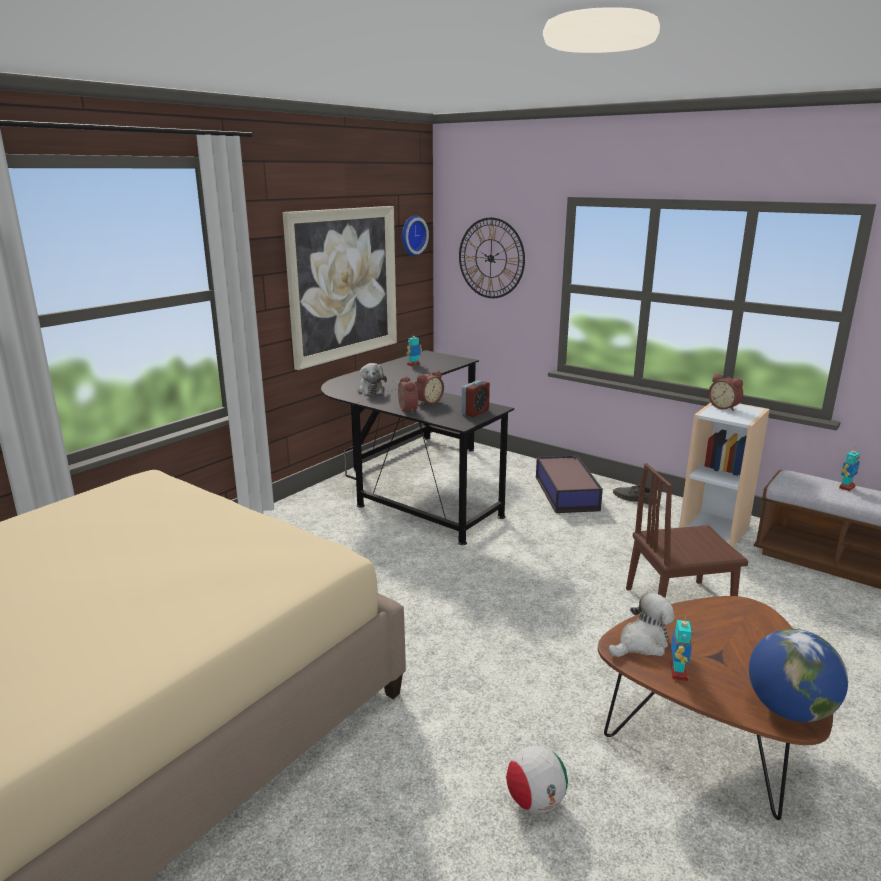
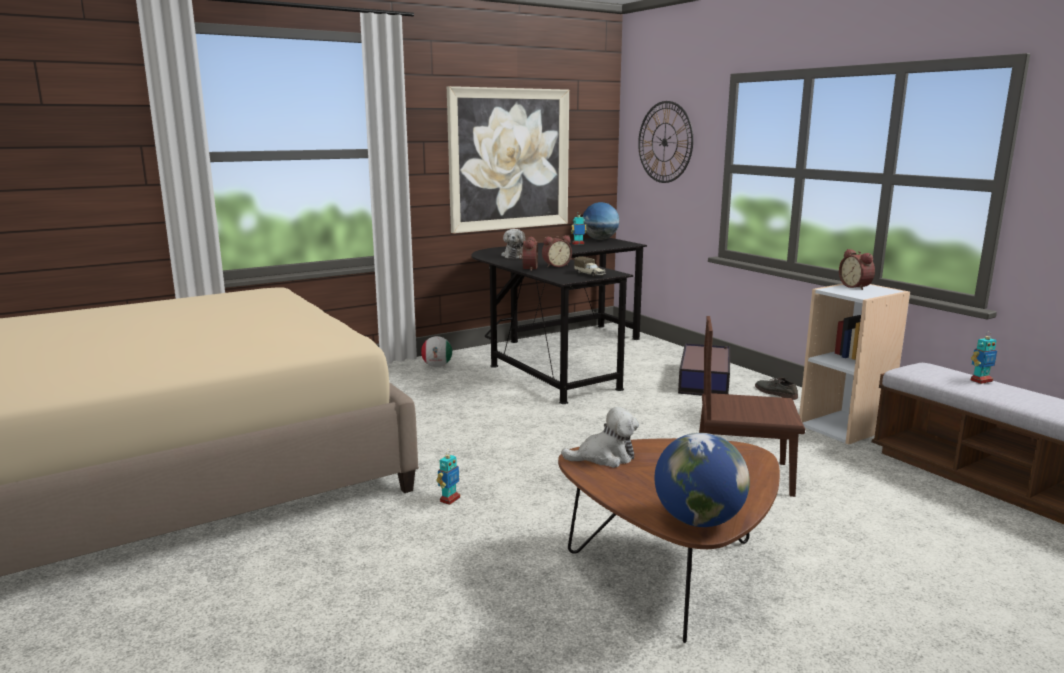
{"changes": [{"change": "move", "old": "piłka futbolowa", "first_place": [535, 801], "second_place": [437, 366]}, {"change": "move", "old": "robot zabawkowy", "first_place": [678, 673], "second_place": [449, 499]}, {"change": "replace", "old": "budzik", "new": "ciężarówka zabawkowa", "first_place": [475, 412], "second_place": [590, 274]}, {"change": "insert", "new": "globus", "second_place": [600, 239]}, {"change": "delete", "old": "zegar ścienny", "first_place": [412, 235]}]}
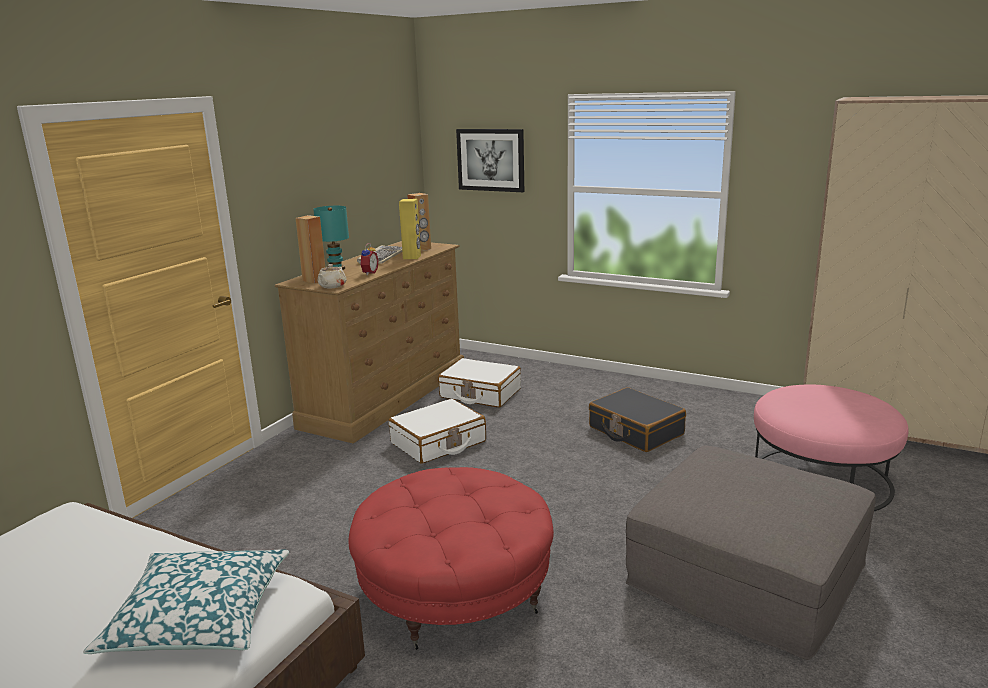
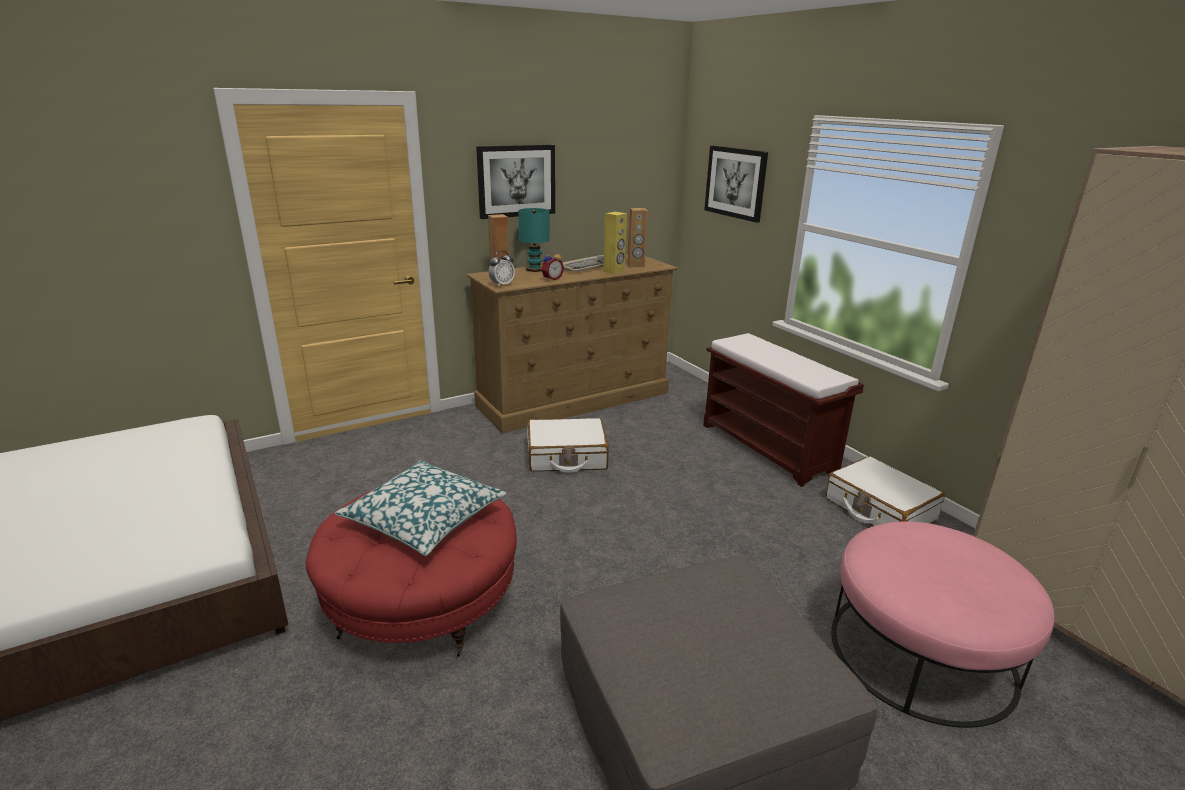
{"changes": [{"change": "move", "old": "poduszka", "first_place": [199, 617], "second_place": [424, 518]}, {"change": "insert", "new": "obraz", "second_place": [516, 181]}, {"change": "replace", "old": "imbryk [beżowy]", "new": "budzik", "first_place": [332, 286], "second_place": [502, 285]}, {"change": "insert", "new": "ławka [brązowy]", "second_place": [768, 448]}, {"change": "move", "old": "walizka [biały]", "first_place": [480, 393], "second_place": [879, 509]}, {"change": "delete", "old": "walizka [czarny]", "first_place": [635, 431]}]}
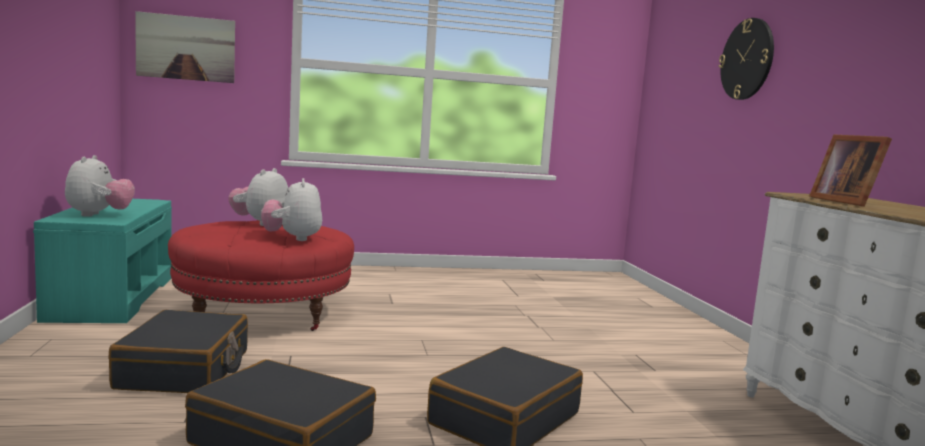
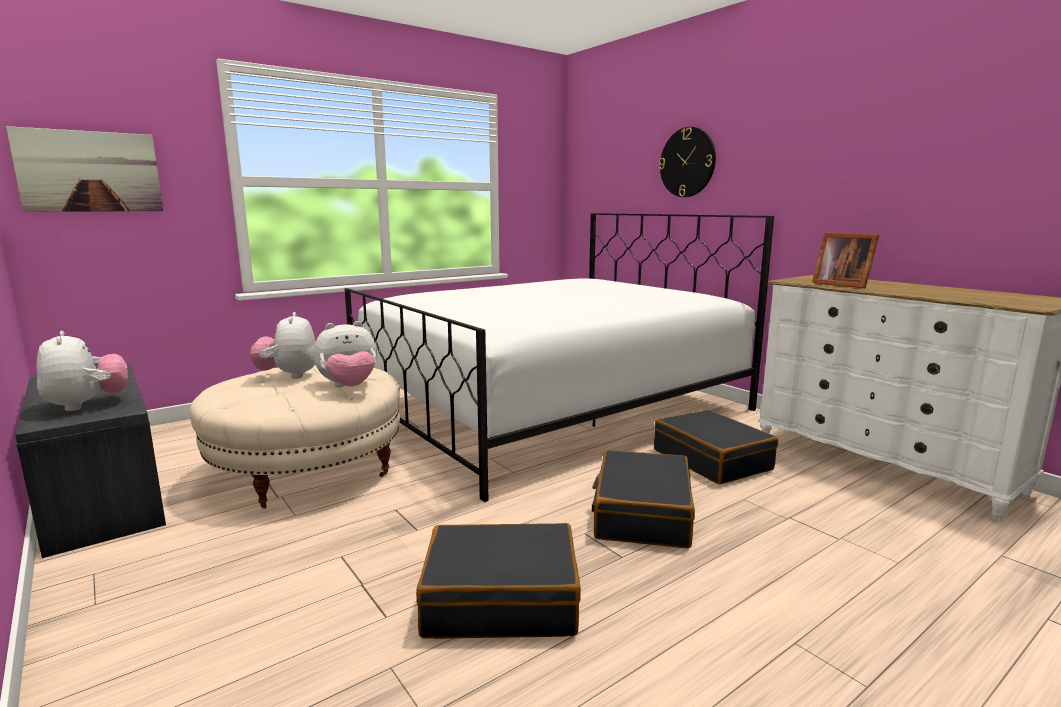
{"changes": [{"change": "recolor", "old": "ławka [turkusowy]", "new": "ławka [szary]", "first_place": [111, 297], "second_place": [100, 497]}, {"change": "recolor", "old": "pufa [czerwony]", "new": "pufa [beżowy]", "first_place": [263, 313], "second_place": [308, 470]}, {"change": "rotate", "old": "pluszak", "first_place": [292, 238], "second_place": [349, 387], "degrees": -75}, {"change": "insert", "new": "łóżko [biały]", "second_place": [554, 408]}, {"change": "move", "old": "walizka [czarny]", "first_place": [185, 370], "second_place": [712, 460]}]}
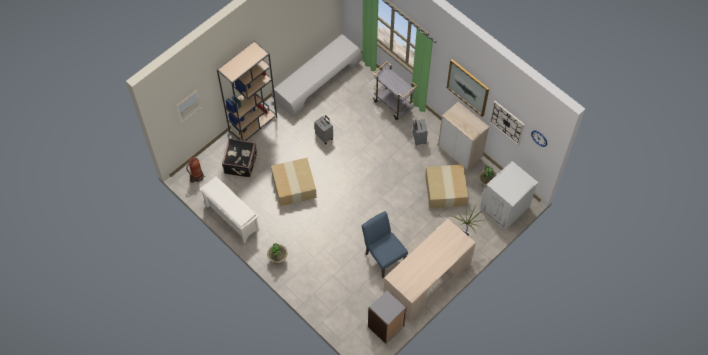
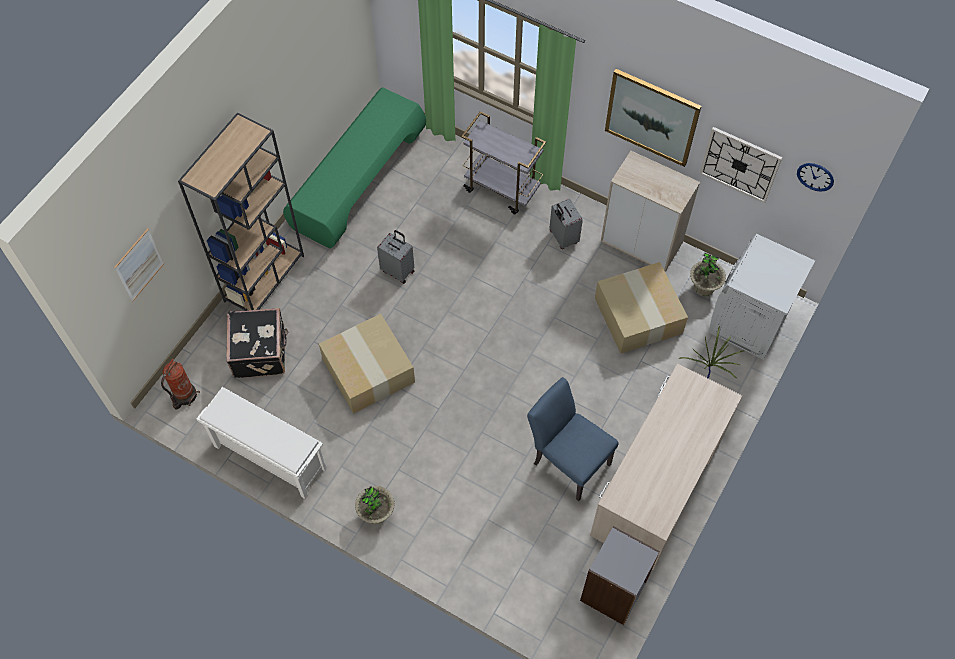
{"changes": [{"change": "recolor", "old": "ławka [szary]", "new": "ławka [zielony]", "first_place": [317, 81], "second_place": [358, 178]}]}
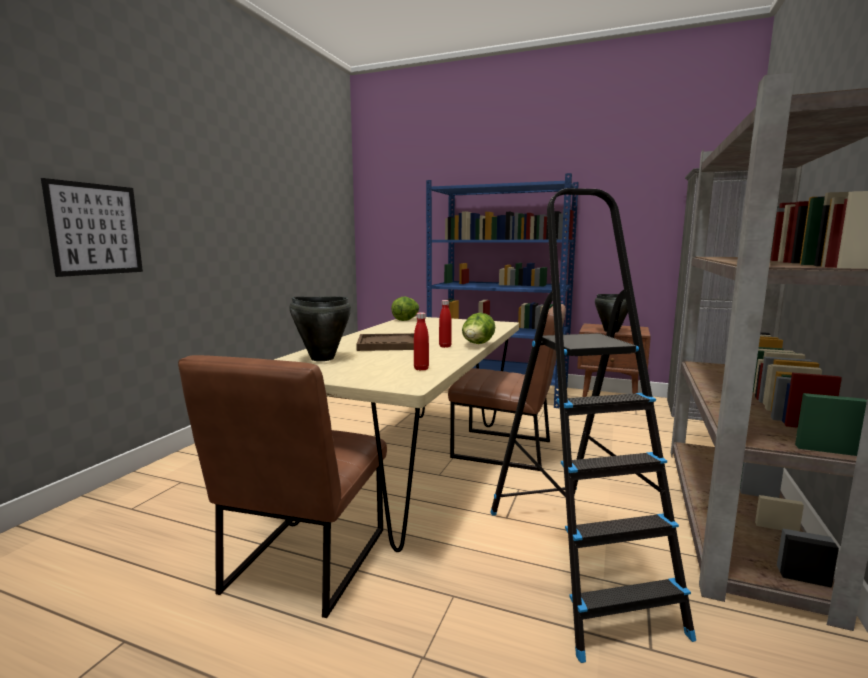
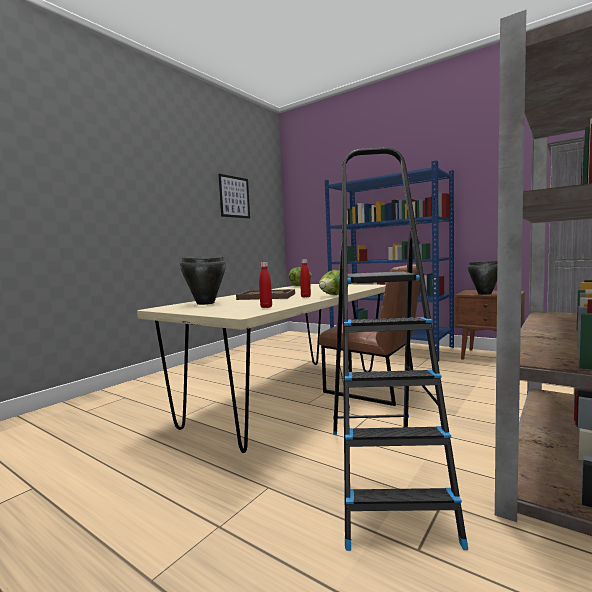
{"changes": [{"change": "move", "old": "obraz", "first_place": [95, 229], "second_place": [234, 197]}, {"change": "delete", "old": "krzesło [brązowy]", "first_place": [303, 562]}]}
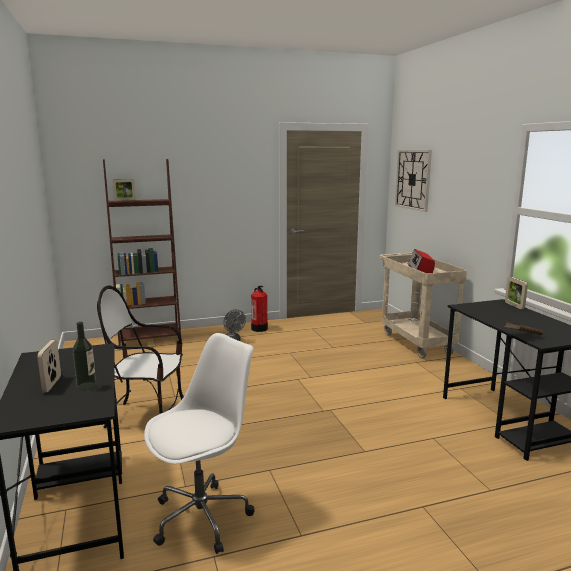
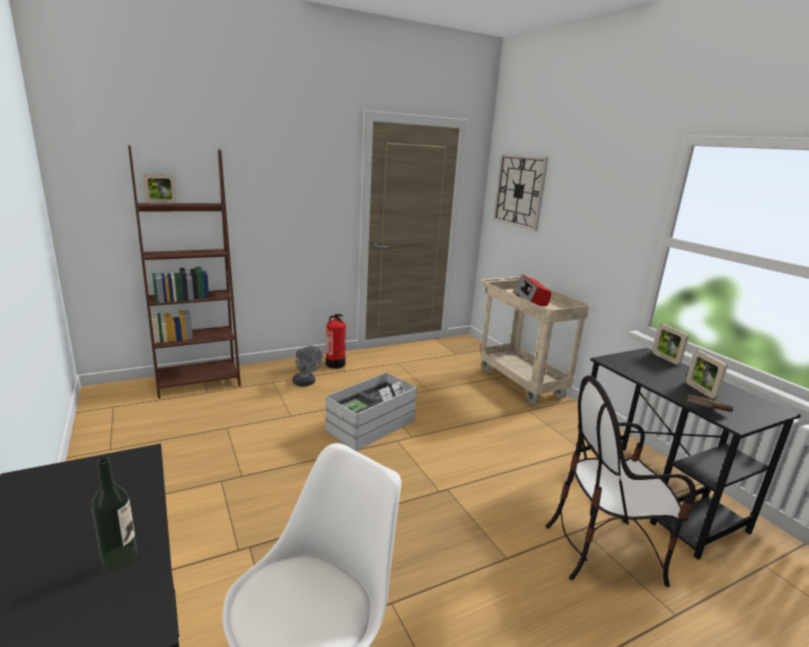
{"changes": [{"change": "insert", "new": "pojemnik do przechowywania [szary]", "second_place": [370, 424]}, {"change": "move", "old": "krzesło", "first_place": [147, 416], "second_place": [603, 550]}, {"change": "move", "old": "ramka na zdjęcie", "first_place": [52, 384], "second_place": [700, 390]}]}
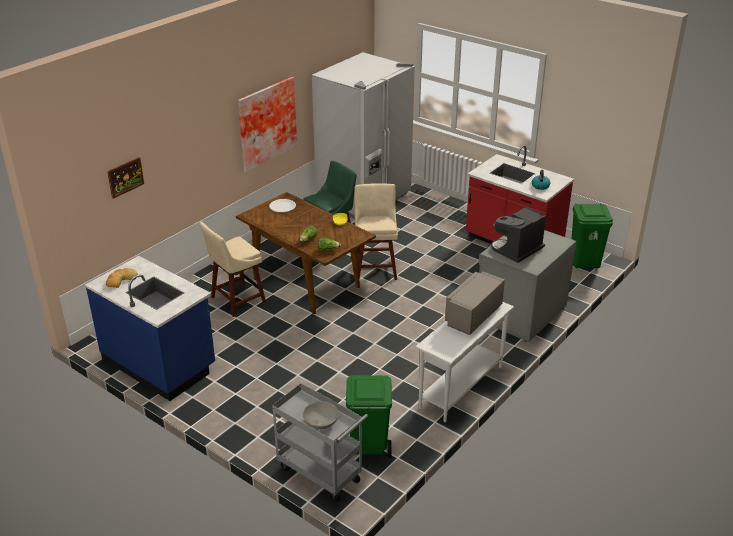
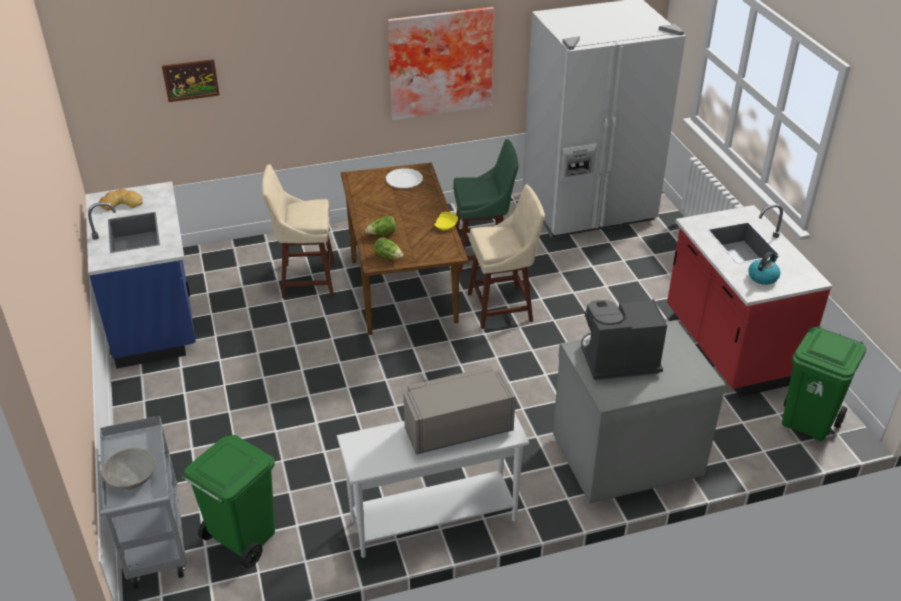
{"changes": [{"change": "rotate", "old": "krzesło [beżowy]", "first_place": [375, 268], "second_place": [503, 306], "degrees": 45}]}
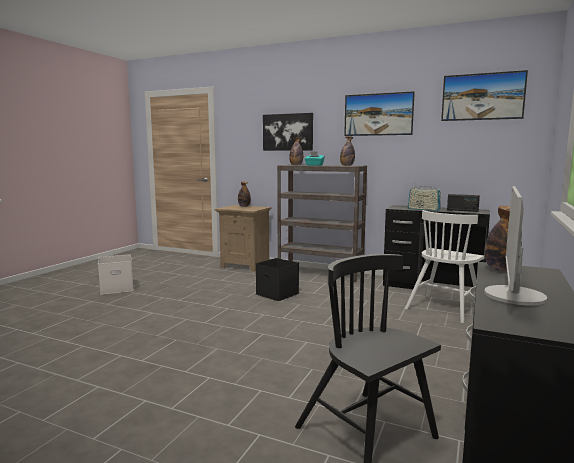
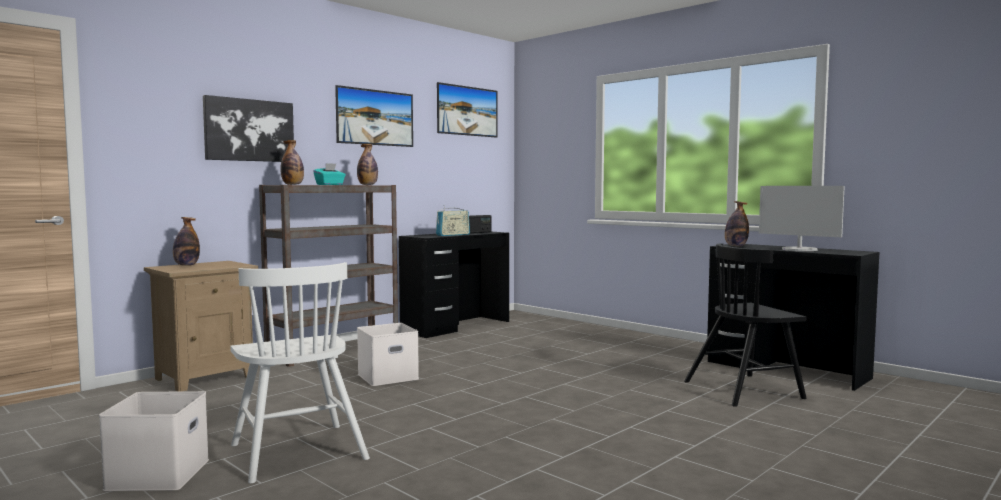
{"changes": [{"change": "move", "old": "krzesło [biały]", "first_place": [445, 306], "second_place": [296, 448]}, {"change": "recolor", "old": "pojemnik do przechowywania [czarny]", "new": "pojemnik do przechowywania [biały]", "first_place": [278, 293], "second_place": [388, 376]}]}
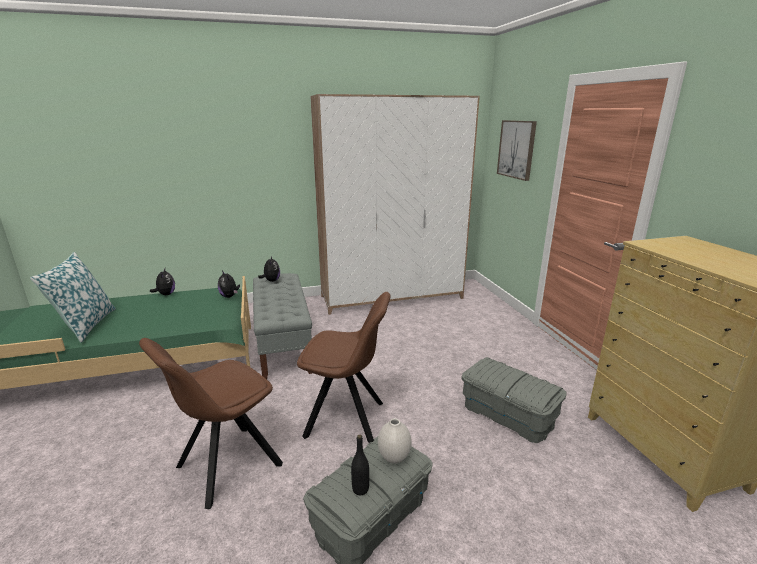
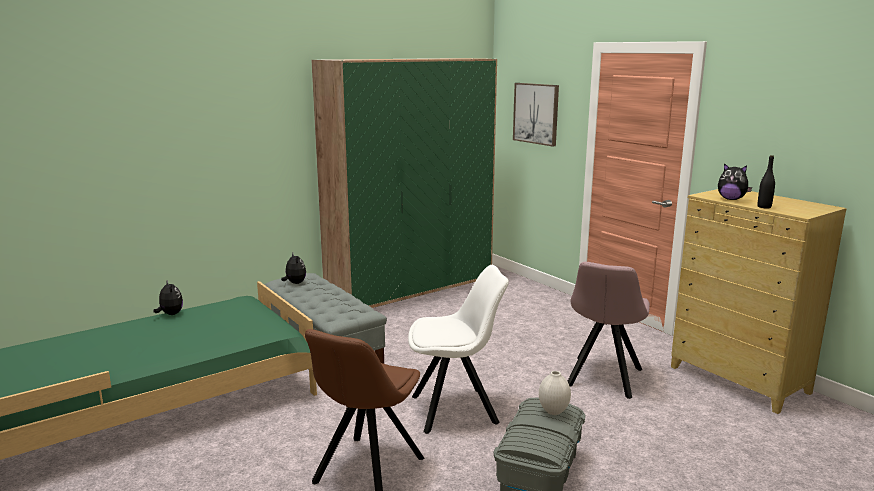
{"changes": [{"change": "recolor", "old": "szafa [biały]", "new": "szafa [zielony]", "first_place": [392, 296], "second_place": [411, 292]}, {"change": "recolor", "old": "krzesło [brązowy]", "new": "krzesło [biały]", "first_place": [345, 419], "second_place": [455, 410]}, {"change": "replace", "old": "pojemnik do przechowywania [szary]", "new": "krzesło [różowy]", "first_place": [507, 414], "second_place": [603, 377]}, {"change": "move", "old": "pluszak", "first_place": [229, 296], "second_place": [731, 199]}, {"change": "move", "old": "butelka [czarny]", "first_place": [360, 489], "second_place": [764, 207]}, {"change": "delete", "old": "poduszka", "first_place": [86, 325]}]}
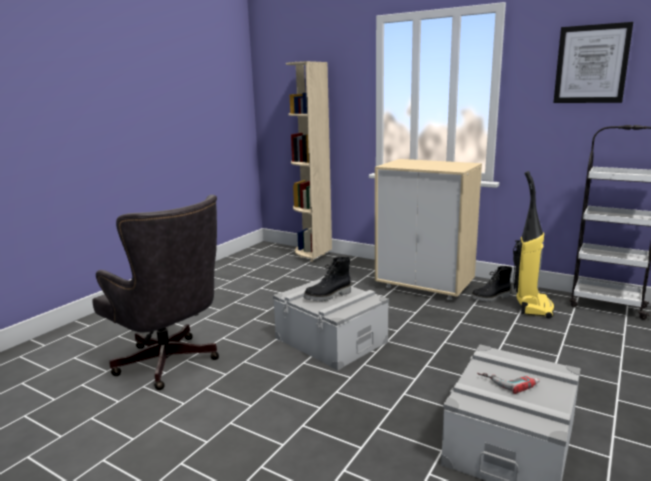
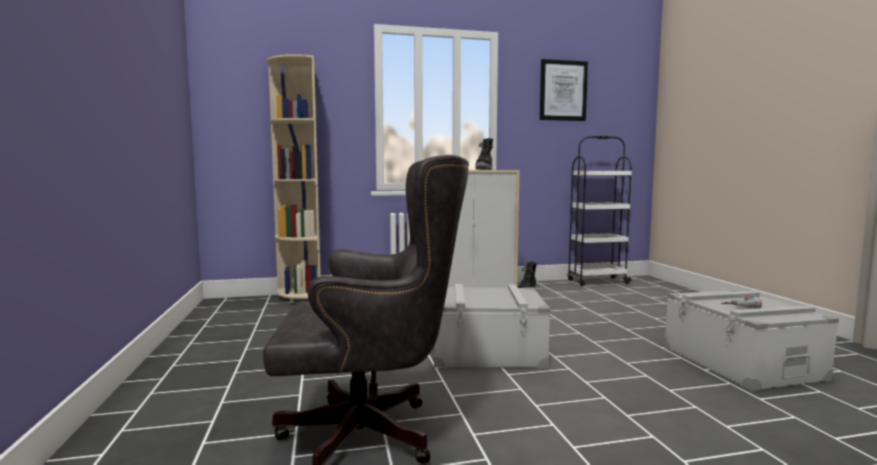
{"changes": [{"change": "move", "old": "but z cholewką [czarny]", "first_place": [328, 296], "second_place": [485, 169]}, {"change": "delete", "old": "odkurzacz", "first_place": [532, 306]}]}
